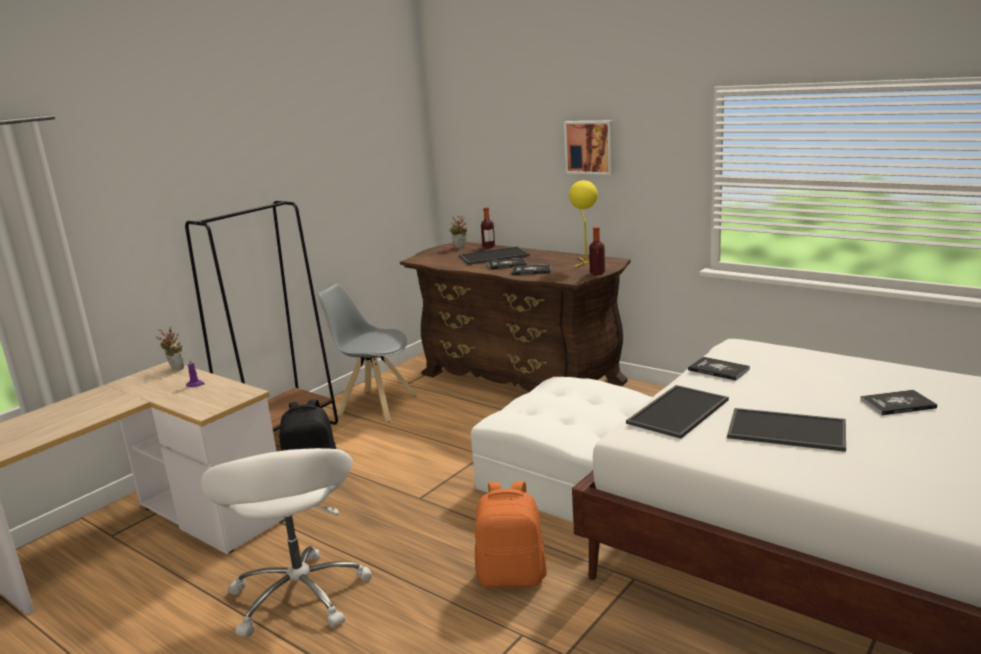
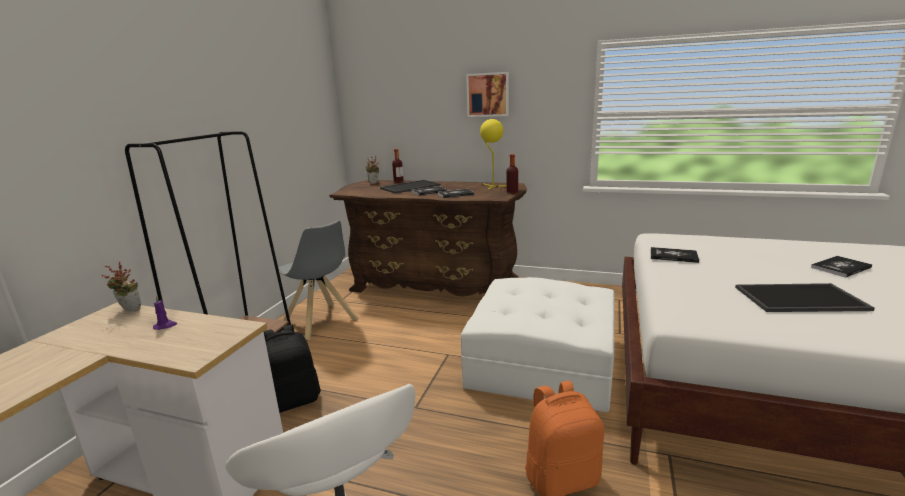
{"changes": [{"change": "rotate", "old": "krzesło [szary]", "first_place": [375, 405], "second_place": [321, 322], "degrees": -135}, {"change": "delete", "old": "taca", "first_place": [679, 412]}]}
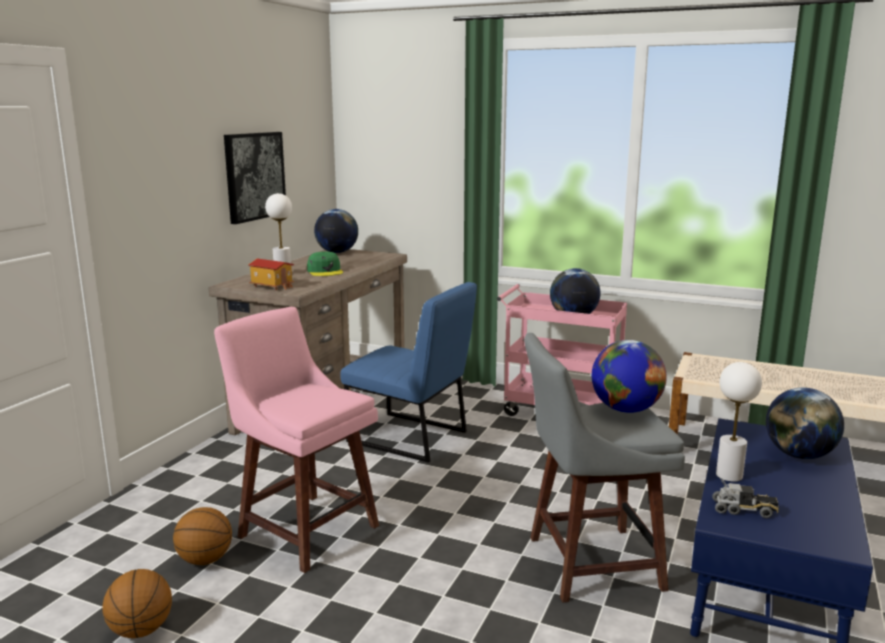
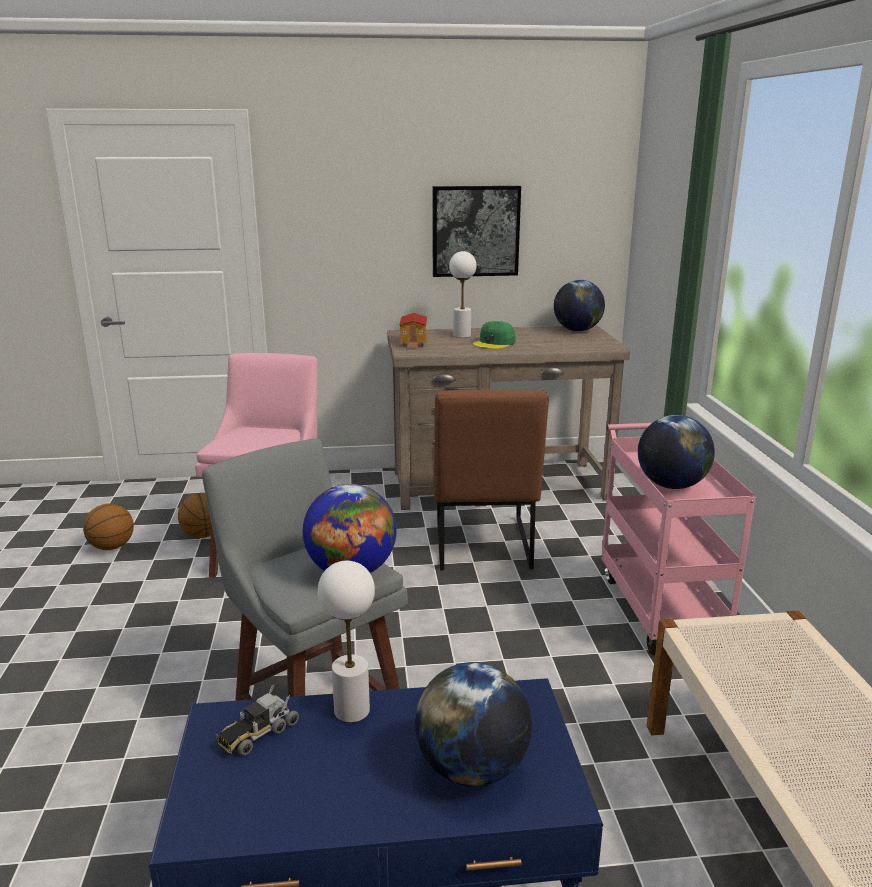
{"changes": [{"change": "rotate", "old": "ciężarówka zabawkowa", "first_place": [744, 510], "second_place": [258, 733], "degrees": 60}, {"change": "recolor", "old": "krzesło [niebieski]", "new": "krzesło [brązowy]", "first_place": [410, 437], "second_place": [481, 544]}]}
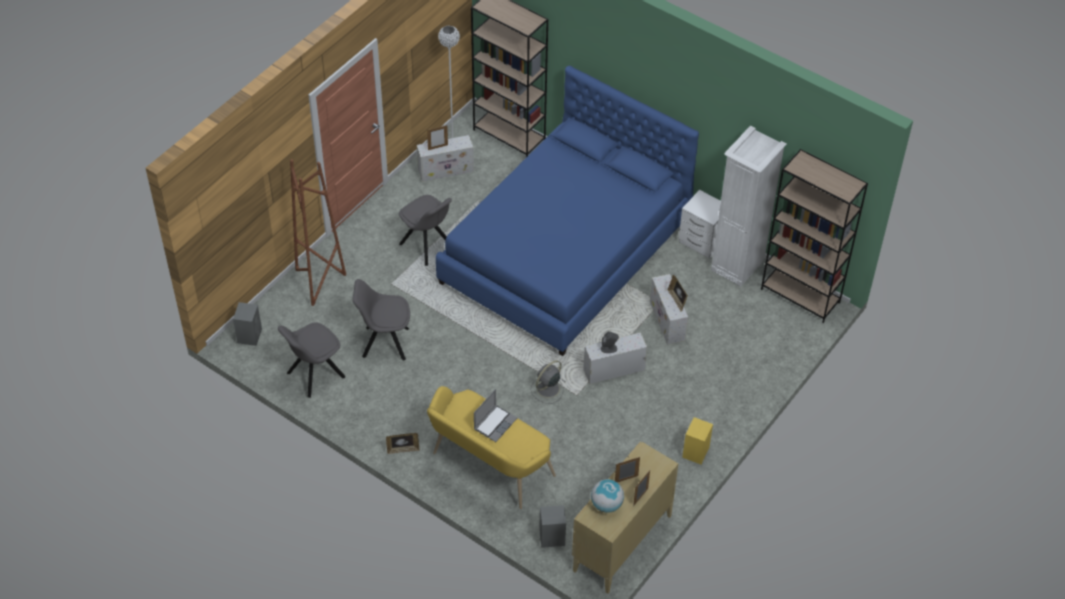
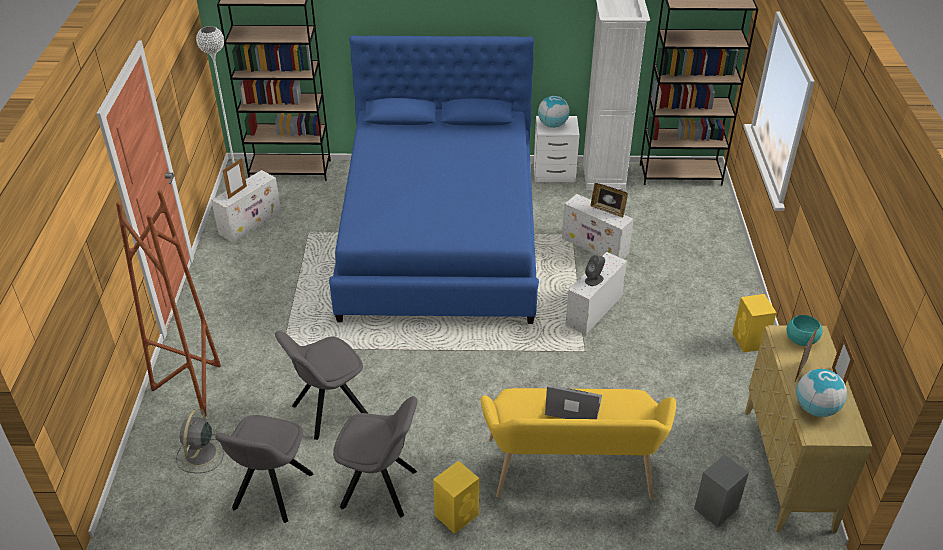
{"changes": [{"change": "move", "old": "wentylator [szary]", "first_place": [547, 389], "second_place": [200, 454]}, {"change": "move", "old": "krzesło [szary]", "first_place": [427, 245], "second_place": [380, 488]}, {"change": "replace", "old": "ramka na zdjęcie", "new": "głośnik [żółty]", "first_place": [403, 449], "second_place": [457, 514]}, {"change": "insert", "new": "globus", "second_place": [552, 125]}, {"change": "rotate", "old": "laptop", "first_place": [495, 423], "second_place": [572, 407], "degrees": -75}, {"change": "insert", "new": "miska [turkusowy]", "second_place": [801, 339]}, {"change": "delete", "old": "głośnik [szary]", "first_place": [250, 335]}]}
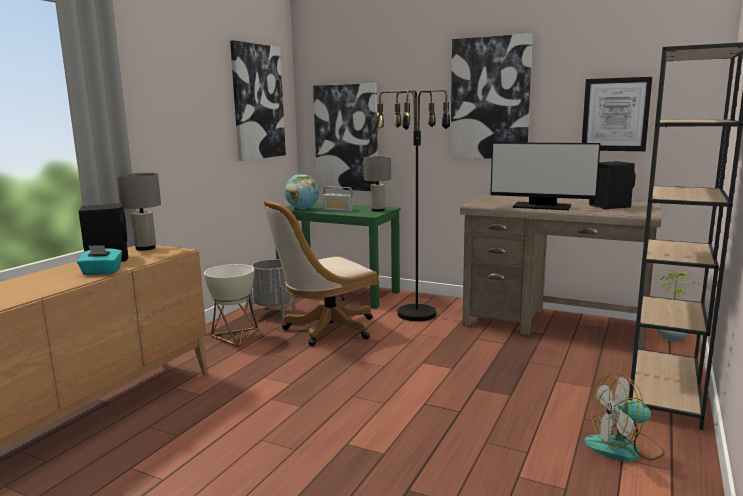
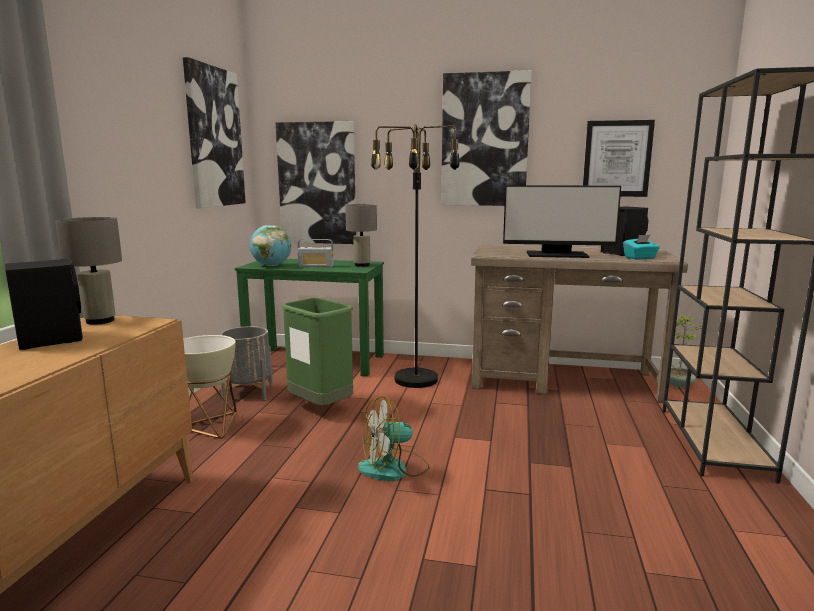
{"changes": [{"change": "replace", "old": "krzesło biurowe", "new": "kosz na śmieci [zielony]", "first_place": [324, 330], "second_place": [320, 407]}, {"change": "move", "old": "wentylator", "first_place": [624, 448], "second_place": [394, 468]}, {"change": "move", "old": "pudełko chusteczek [turkusowy]", "first_place": [101, 272], "second_place": [640, 258]}]}
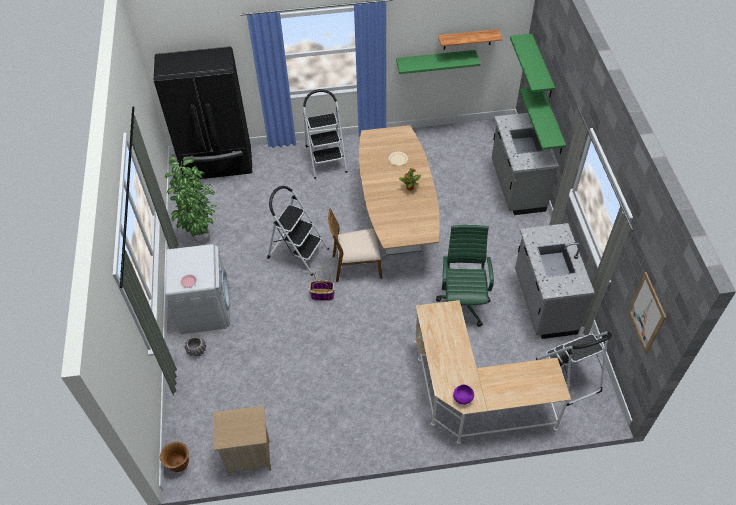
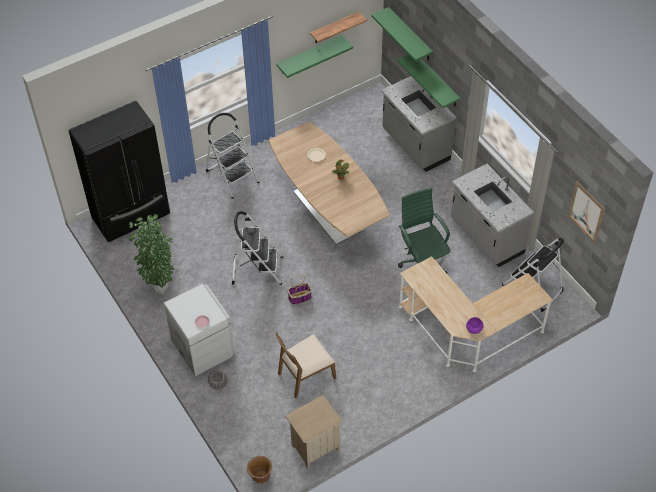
{"changes": [{"change": "move", "old": "krzesło [brązowy]", "first_place": [356, 266], "second_place": [305, 375]}]}
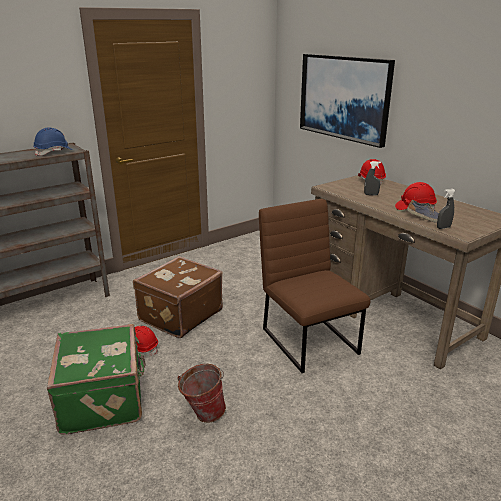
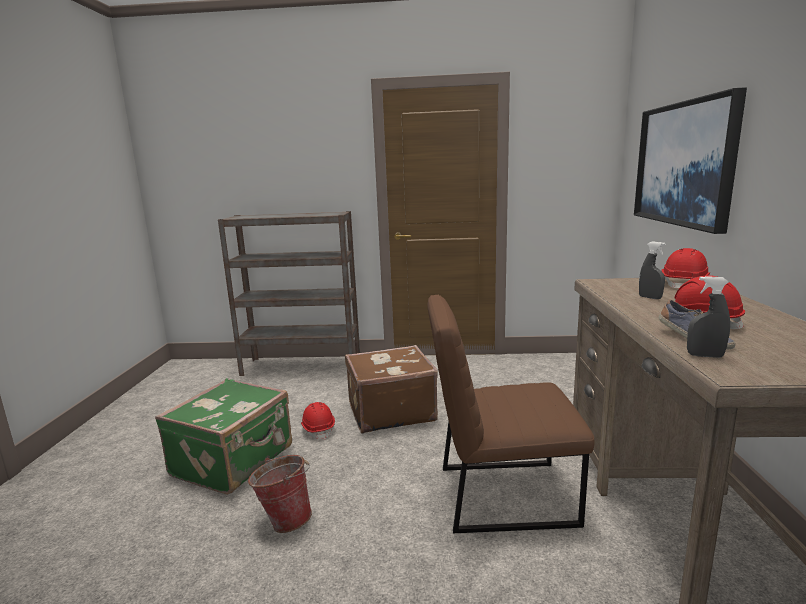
{"changes": [{"change": "rotate", "old": "krzesło [brązowy]", "first_place": [308, 339], "second_place": [501, 494], "degrees": -105}, {"change": "delete", "old": "kask [niebieski]", "first_place": [54, 152]}]}
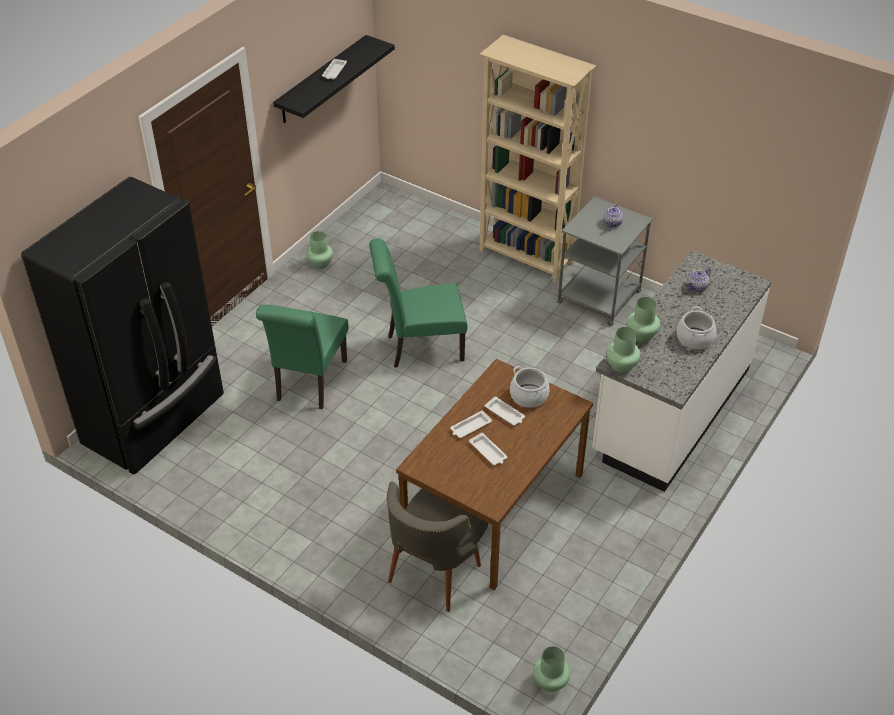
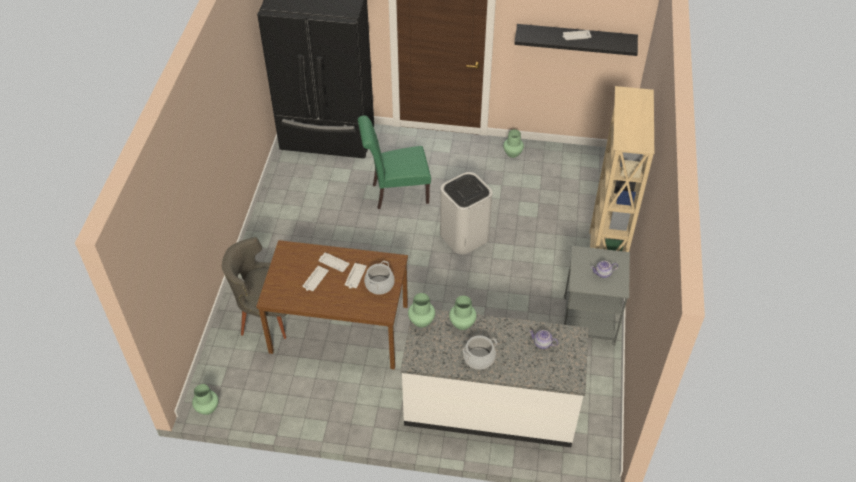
{"changes": [{"change": "replace", "old": "krzesło [zielony]", "new": "kosz na śmieci [biały]", "first_place": [420, 348], "second_place": [464, 236]}]}
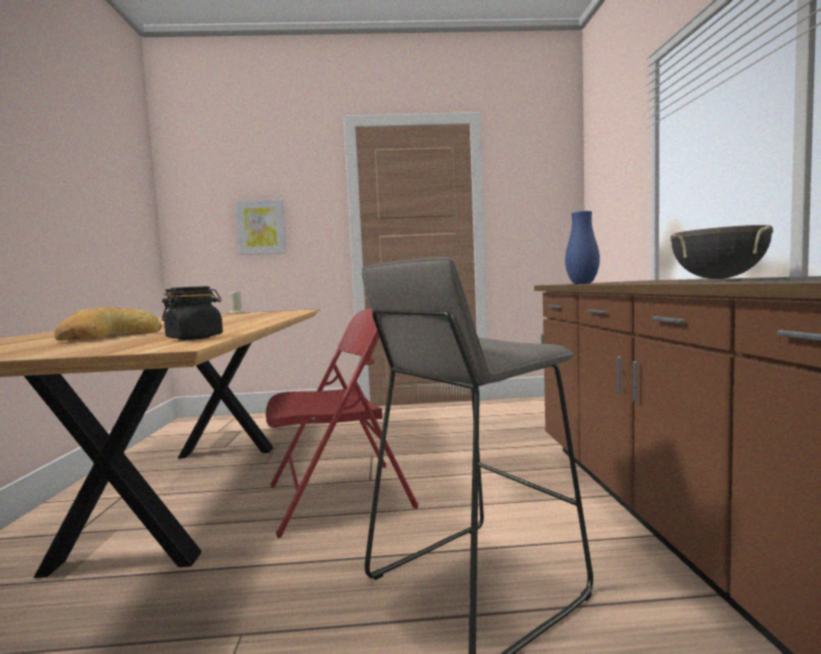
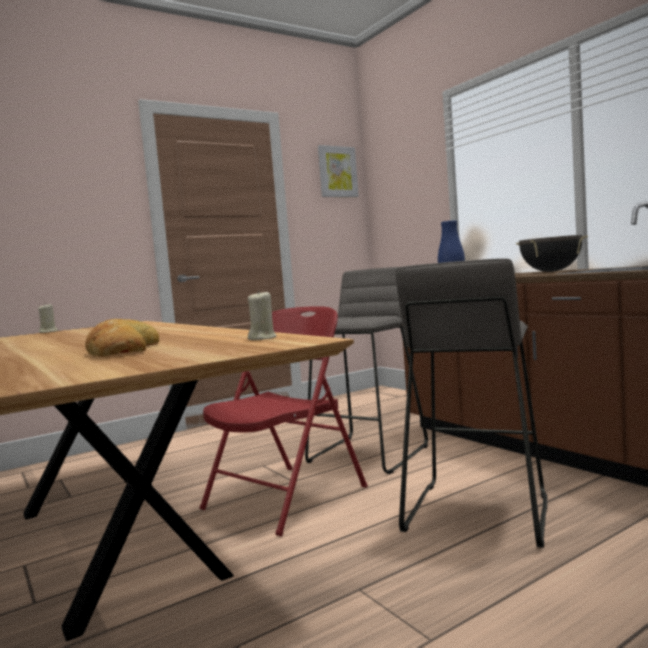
{"changes": [{"change": "replace", "old": "słoik [czarny]", "new": "świeca [beżowy]", "first_place": [195, 338], "second_place": [263, 338]}, {"change": "insert", "new": "stołek [szary]", "second_place": [368, 454]}, {"change": "move", "old": "obraz", "first_place": [261, 227], "second_place": [337, 172]}]}
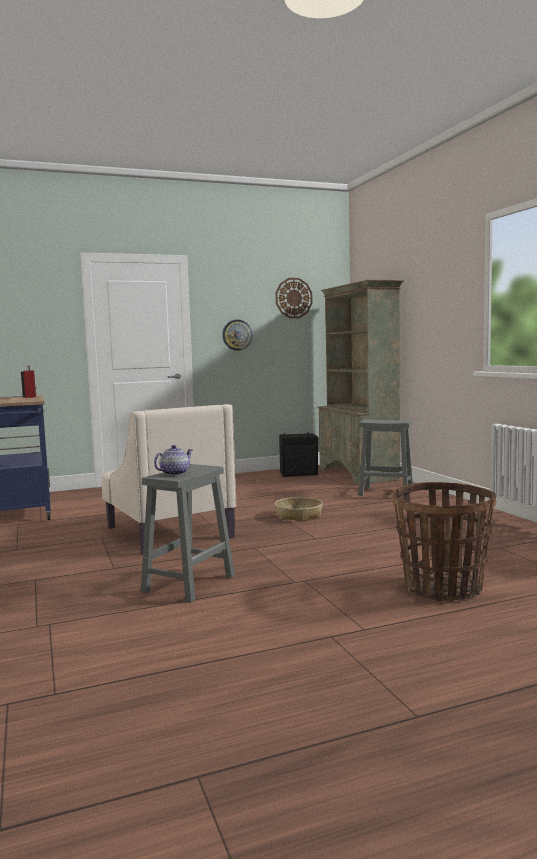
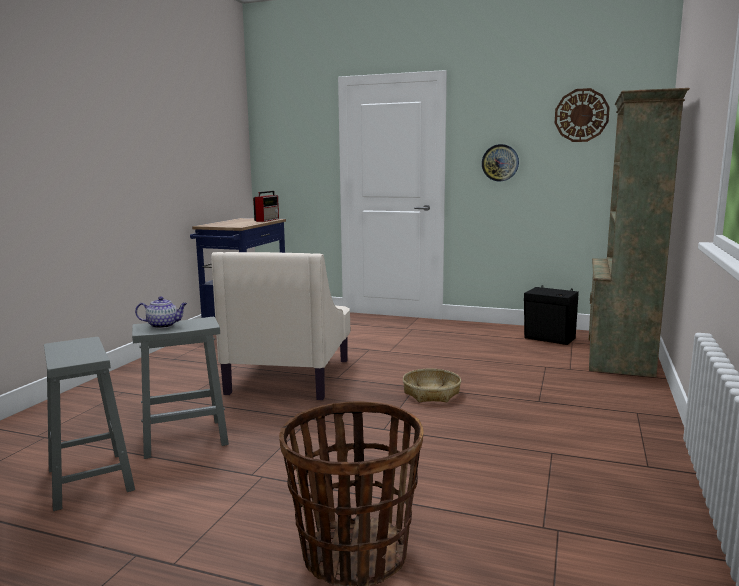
{"changes": [{"change": "move", "old": "stołek [szary]", "first_place": [387, 492], "second_place": [91, 480]}]}
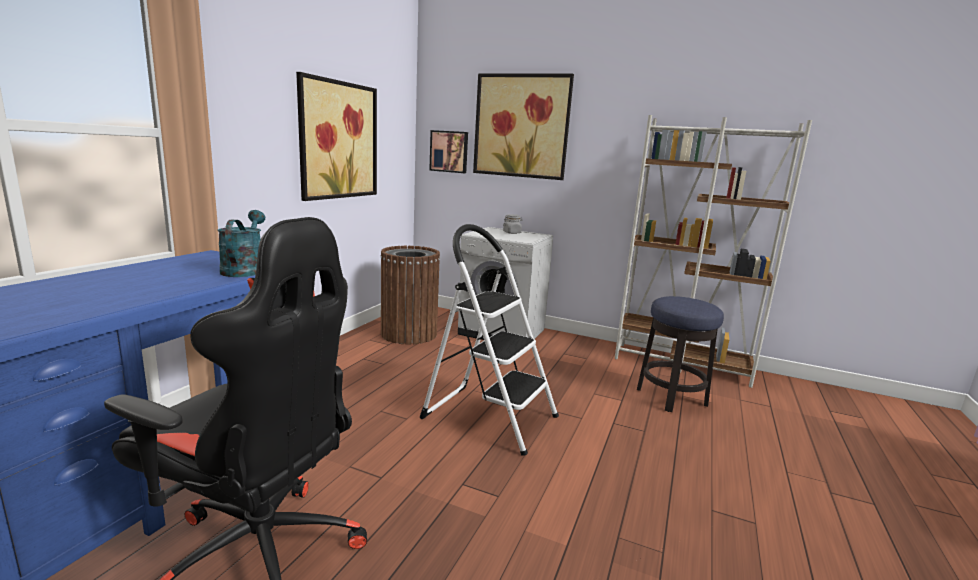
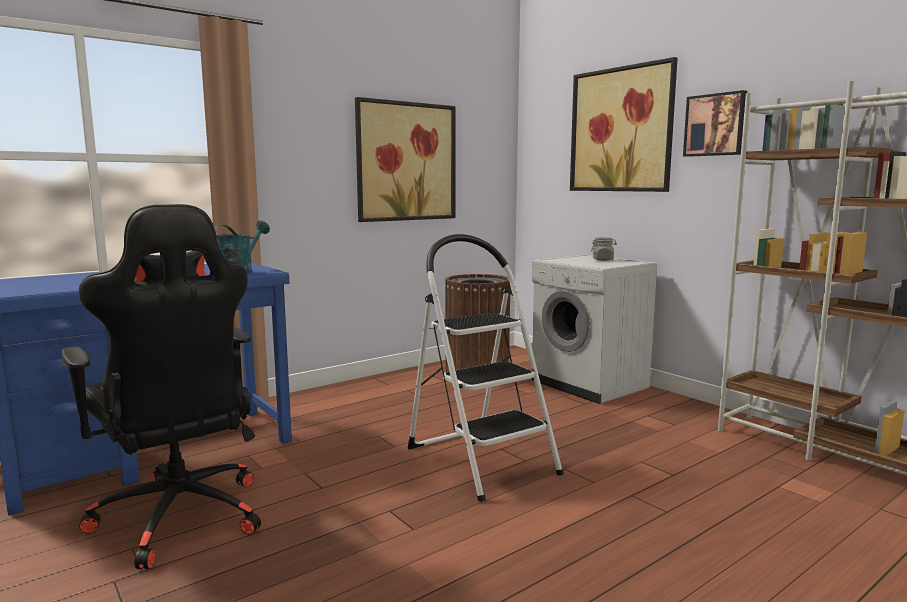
{"changes": [{"change": "move", "old": "obraz", "first_place": [449, 151], "second_place": [715, 125]}, {"change": "delete", "old": "stołek", "first_place": [671, 397]}]}
